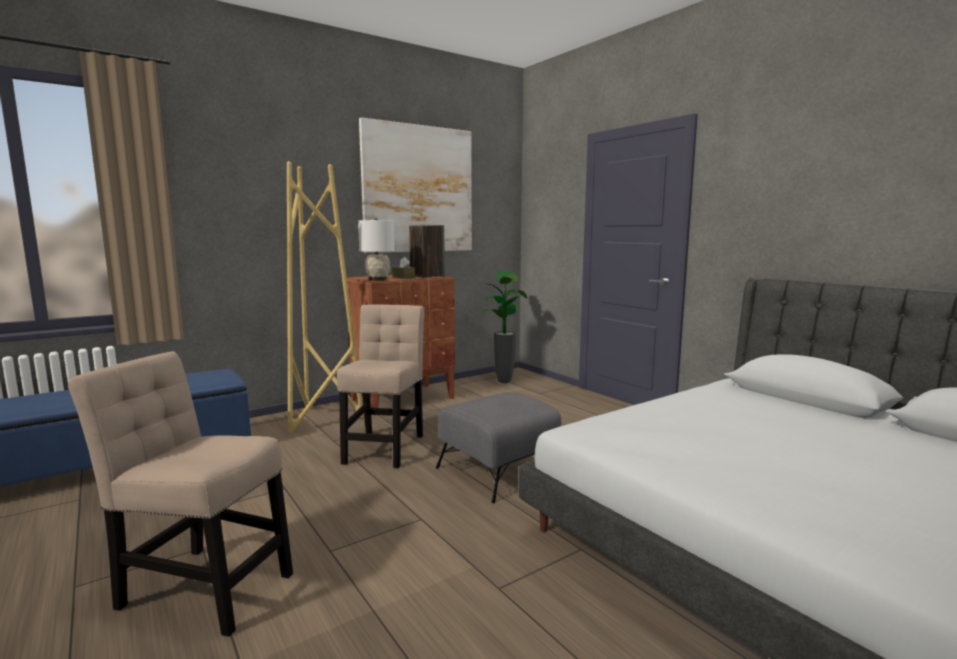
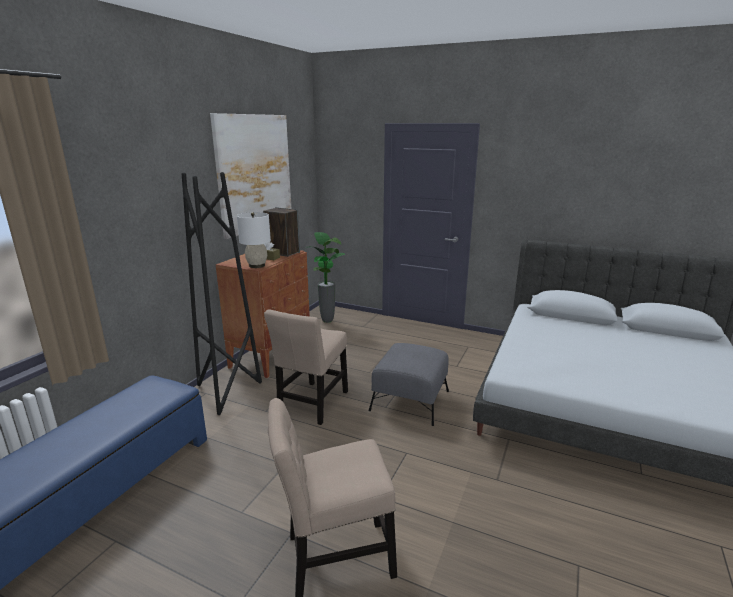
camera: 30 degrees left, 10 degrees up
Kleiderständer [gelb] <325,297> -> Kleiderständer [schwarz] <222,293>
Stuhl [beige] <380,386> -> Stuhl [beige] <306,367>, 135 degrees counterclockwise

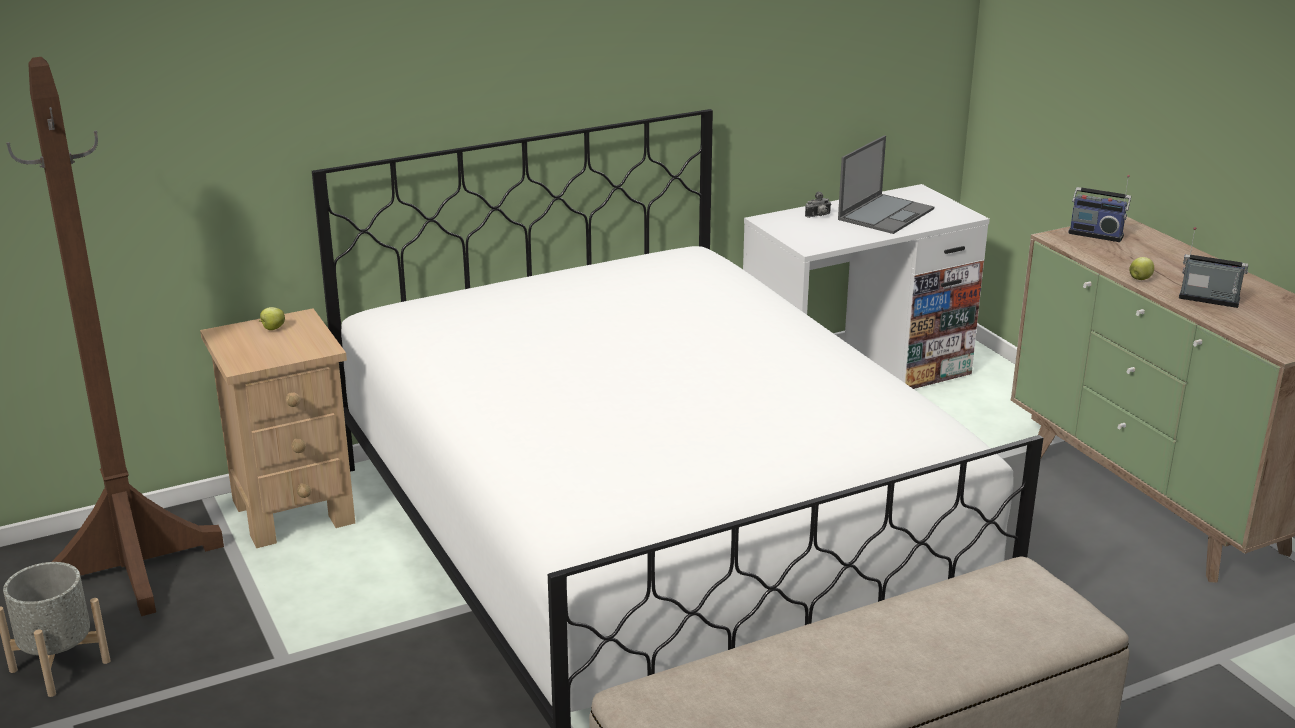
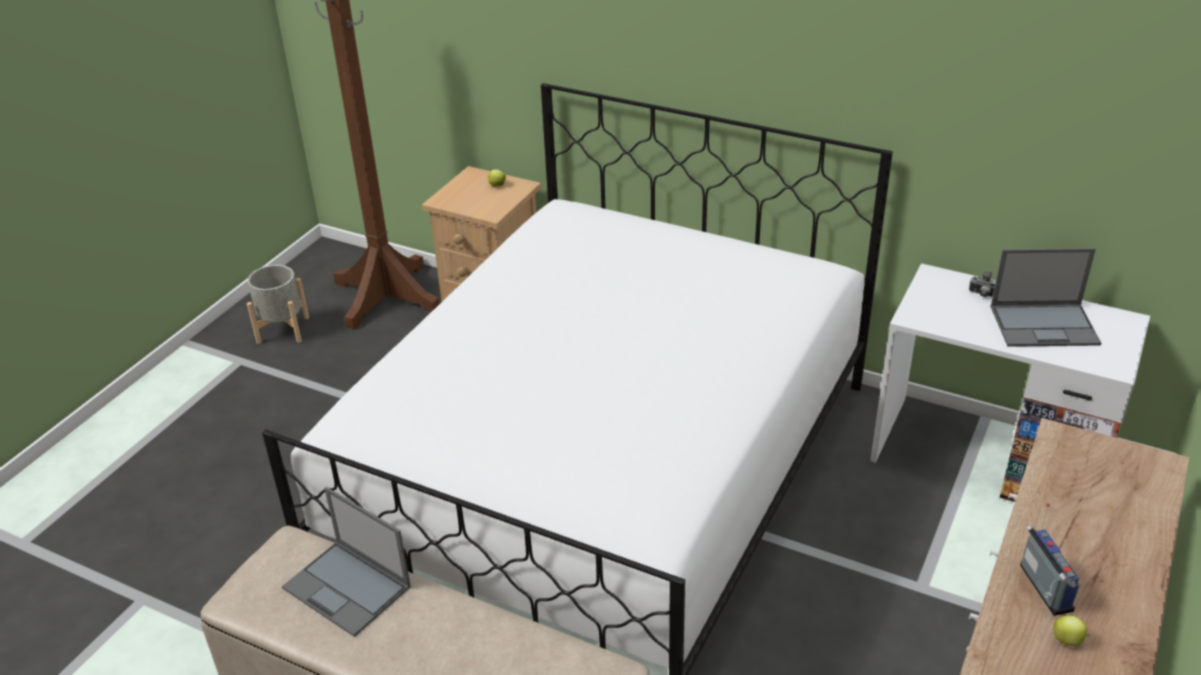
camera: 55 degrees right, 10 degrees up
none -> Laptop <346,562>
Apfel <1141,268> -> Apfel <1071,631>, moved
Radio <1100,208> -> none

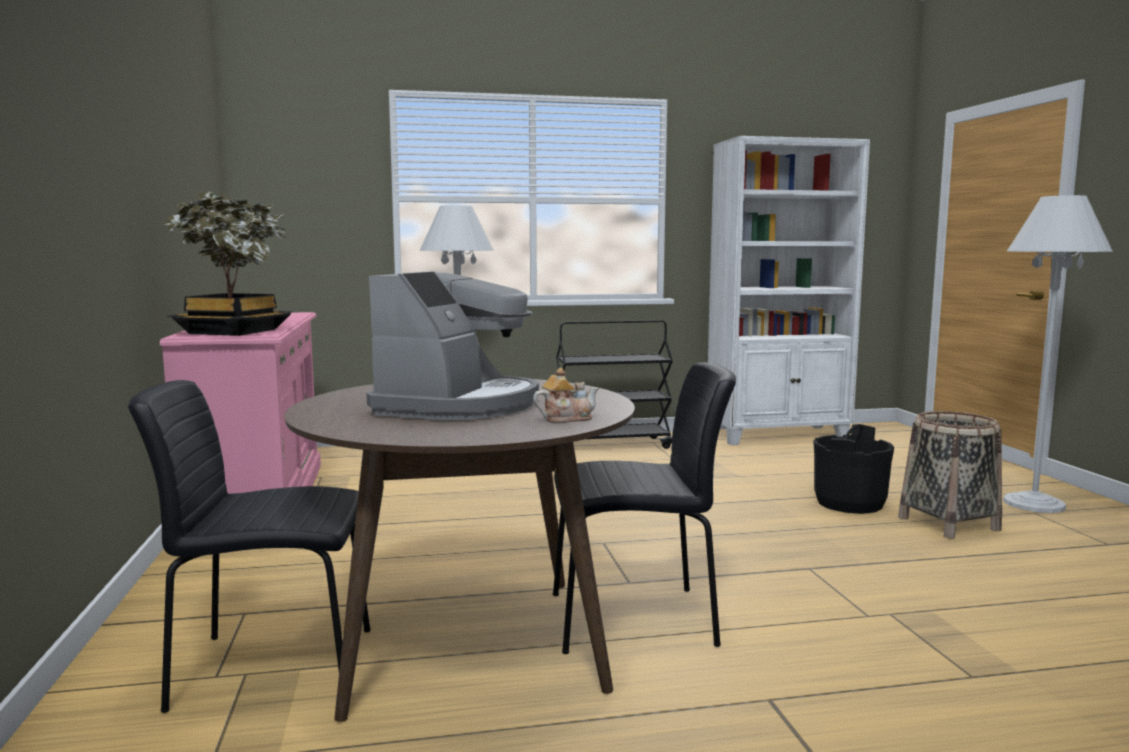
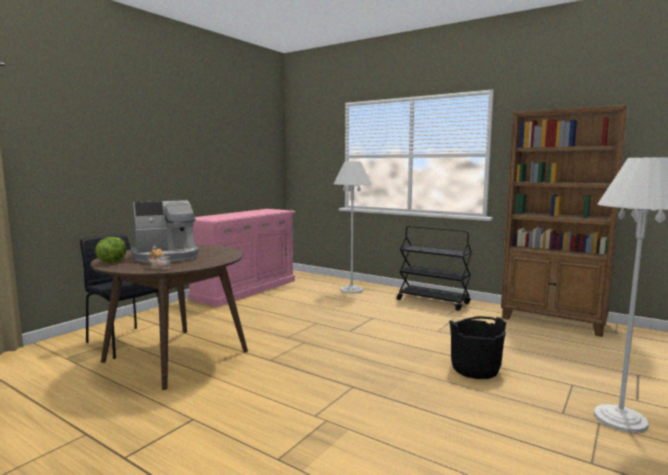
camera: 45 degrees right, 0 degrees up
none -> Salatkopf <110,250>
Bücherregal [weiß] <789,290> -> Bücherregal [braun] <565,221>
Topfpflanze <228,264> -> none
Stuhl [schwarz] <644,508> -> none
Korb <950,475> -> none

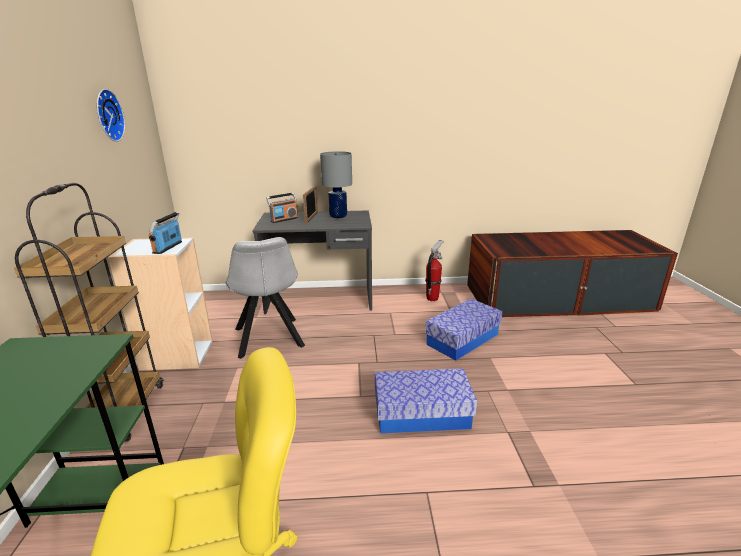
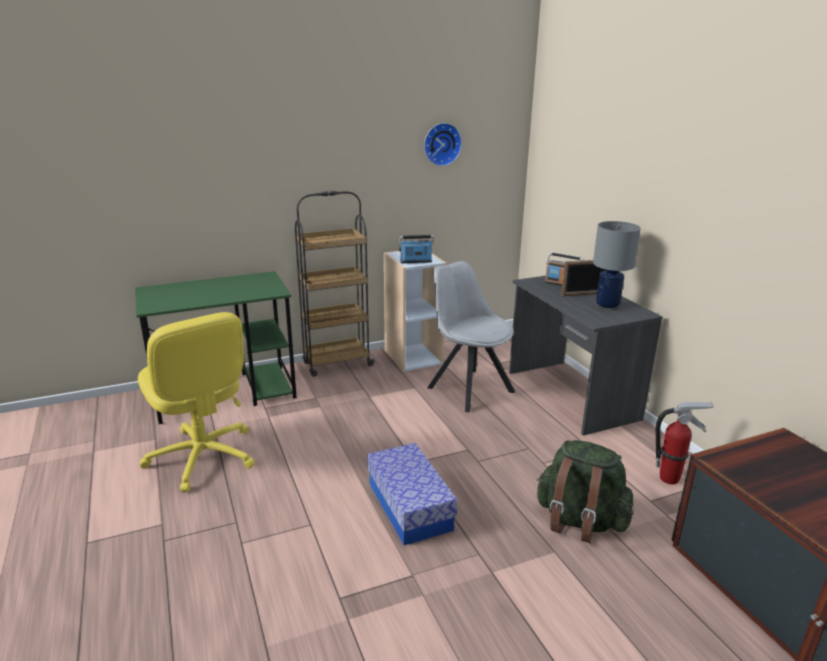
camera: 70 degrees right, 0 degrees up
Stuhl [grau] <265,298> -> Stuhl [grau] <471,336>, 90 degrees clockwise
Aufbewahrungsbox <463,330> -> Rucksack [grün] <585,491>

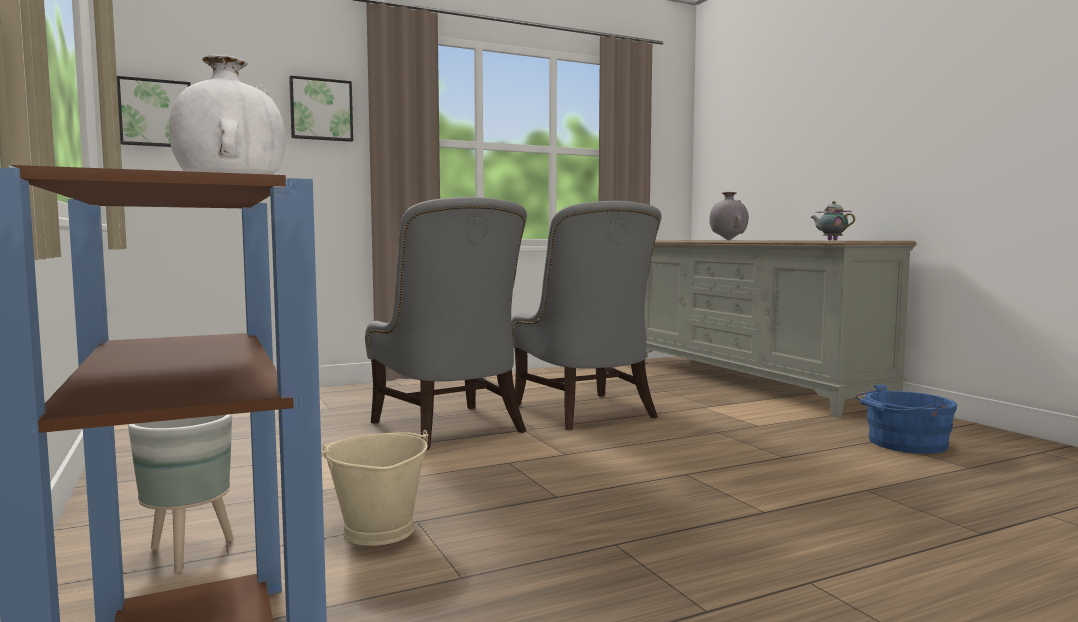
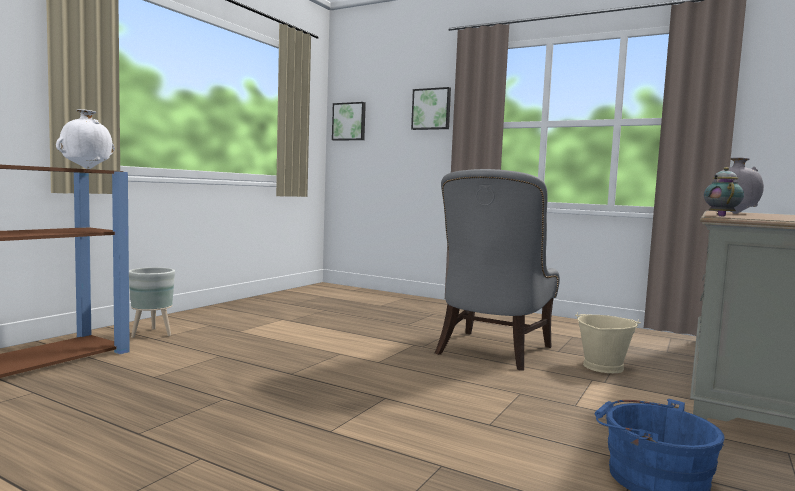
camera: 55 degrees right, 0 degrees up
Eimer [beige] <374,488> -> Eimer [beige] <608,343>, moved
Stuhl [grau] <446,323> -> none

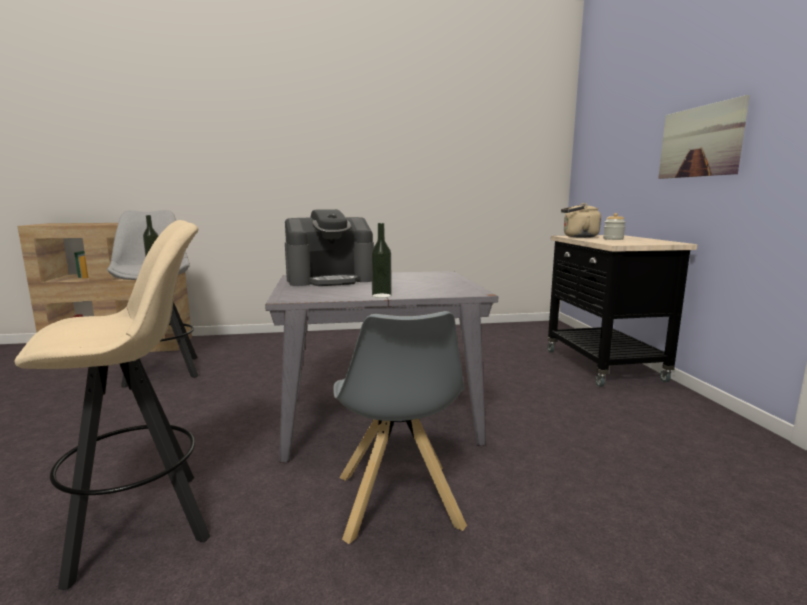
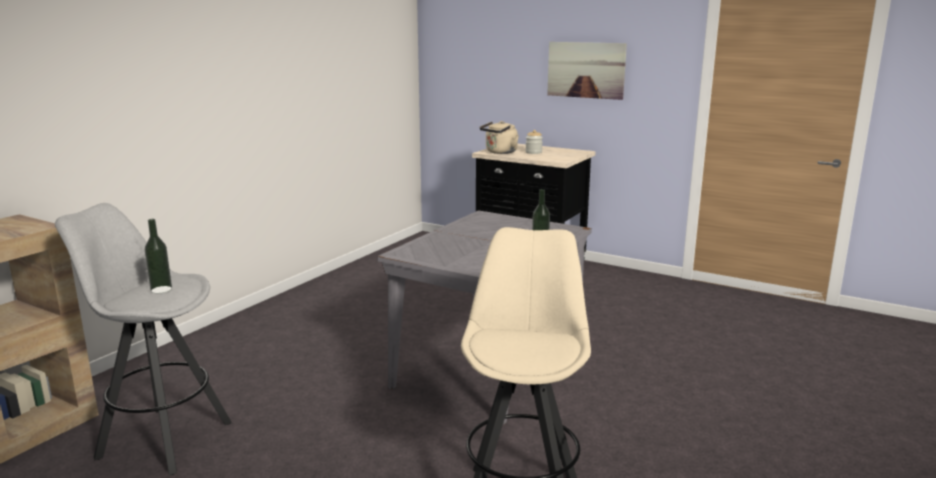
camera: 50 degrees left, 5 degrees up
Kaffeemaschine <329,247> -> none
Stuhl [grau] <400,427> -> none

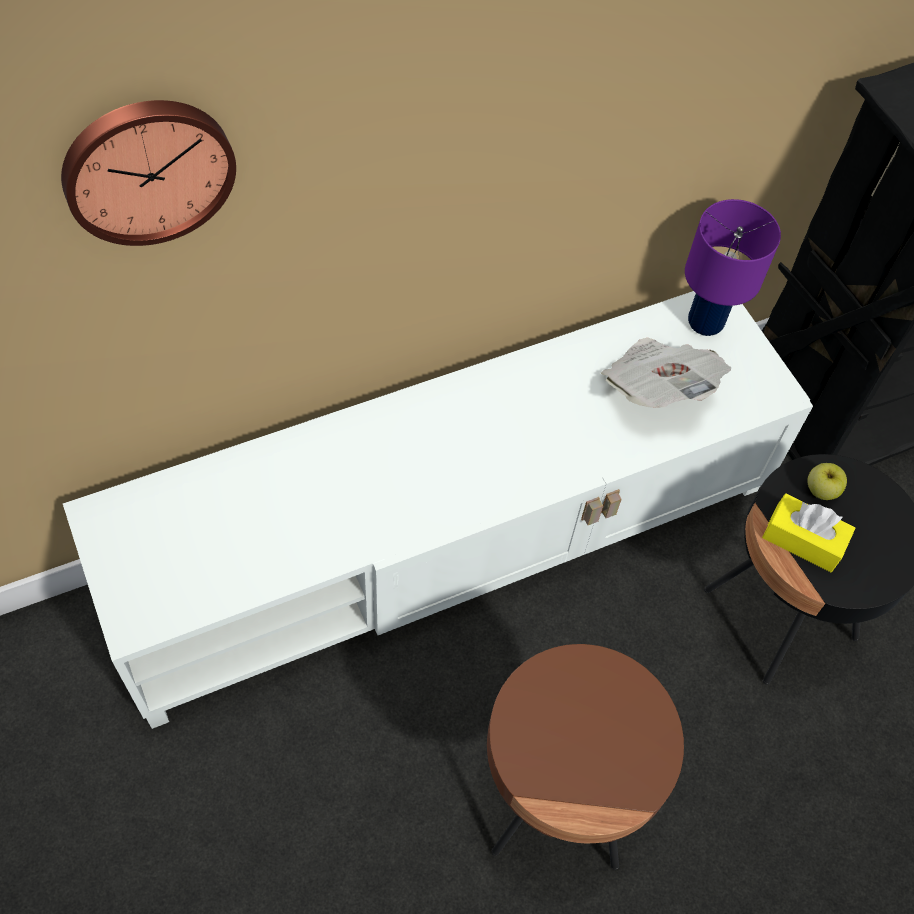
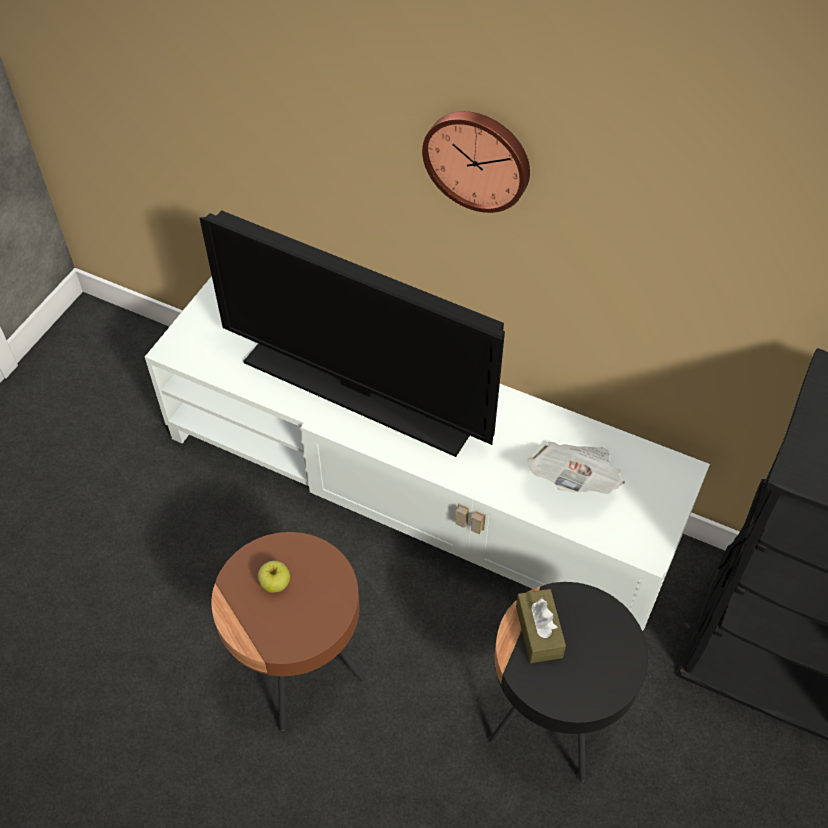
camera: 55 degrees right, 5 degrees down
none -> Fernseher <352,333>
Apfel <827,481> -> Apfel <274,577>, moved
Wanduhr <148,173> -> Wanduhr <476,162>, moved
Taschentuchbox [gelb] <808,533> -> Taschentuchbox [braun] <541,626>
Tischlampe [lila] <733,267> -> none

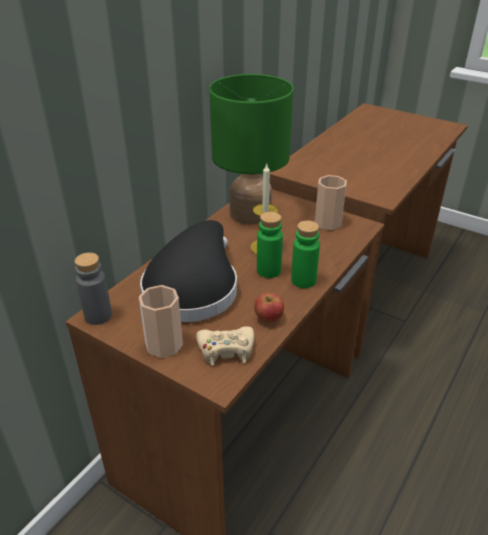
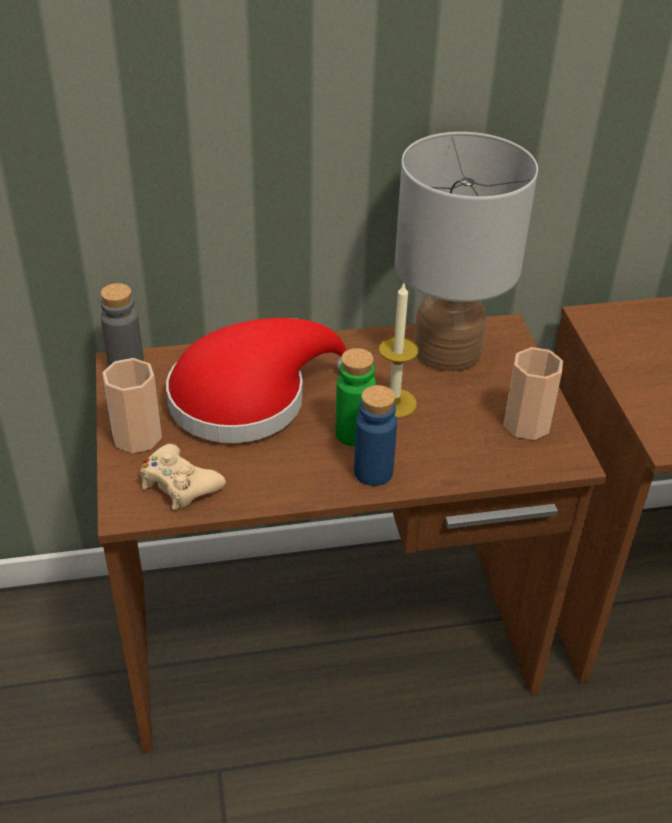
camera: 45 degrees right, 5 degrees up
Hut [schwarz] <188,271> -> Hut [rot] <256,380>
Flasche [grün] <305,254> -> Flasche [blau] <375,435>
Tischlampe [grün] <251,149> -> Tischlampe [grau] <466,251>
Apfel <269,307> -> none

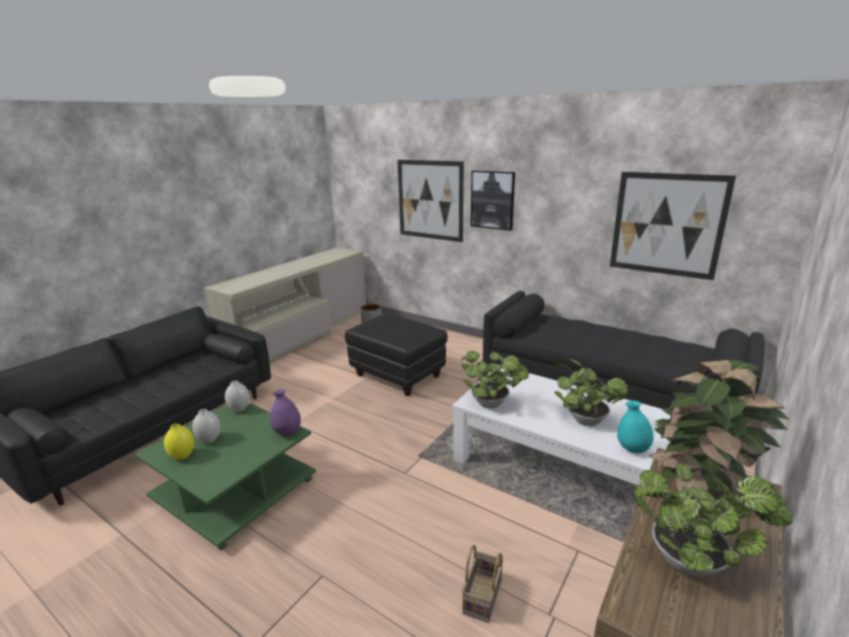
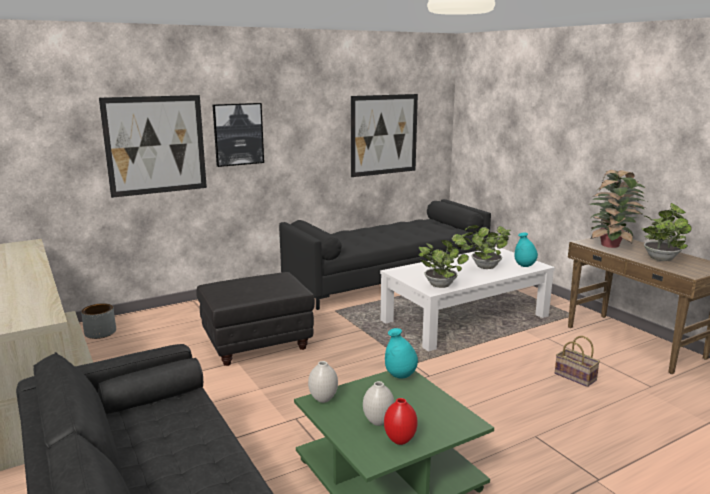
camera: 65 degrees left, 5 degrees down
Vase [gelb] <179,442> -> Vase [rot] <401,421>
Vase [lila] <285,412> -> Vase [türkis] <401,353>

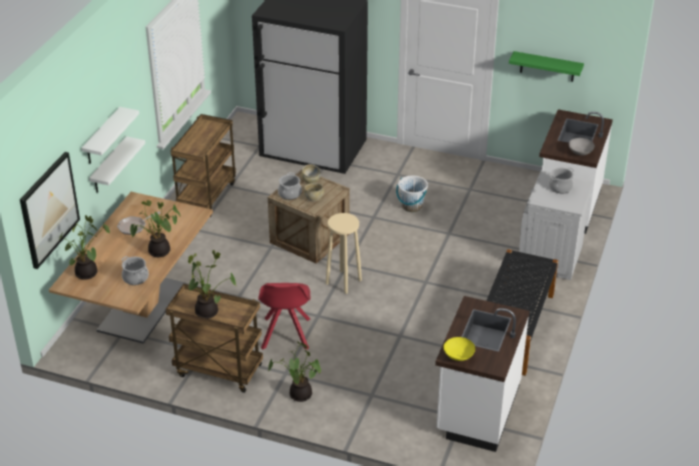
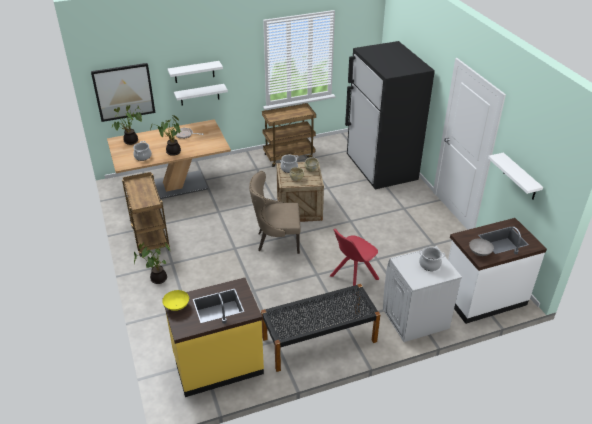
camera: 50 degrees right, 0 degrees up
Küchenzeile [weiß] <482,374> -> Küchenzeile [gelb] <213,337>
Hocker [beige] <344,253> -> Stuhl [beige] <275,212>
Stuhl [rot] <284,316> -> Stuhl [rot] <354,257>, moved
Wandregal [grün] <546,66> -> Wandregal [weiß] <515,176>
Topfpflanze <211,284> -> none
Eimer [weiß] <412,194> -> none

